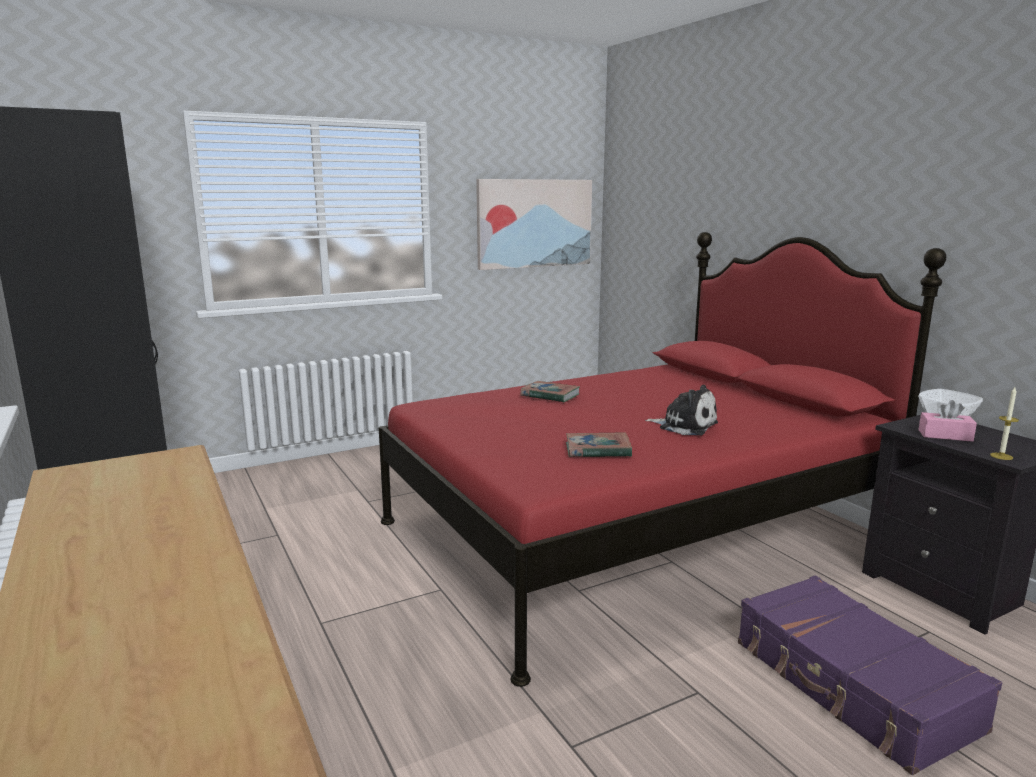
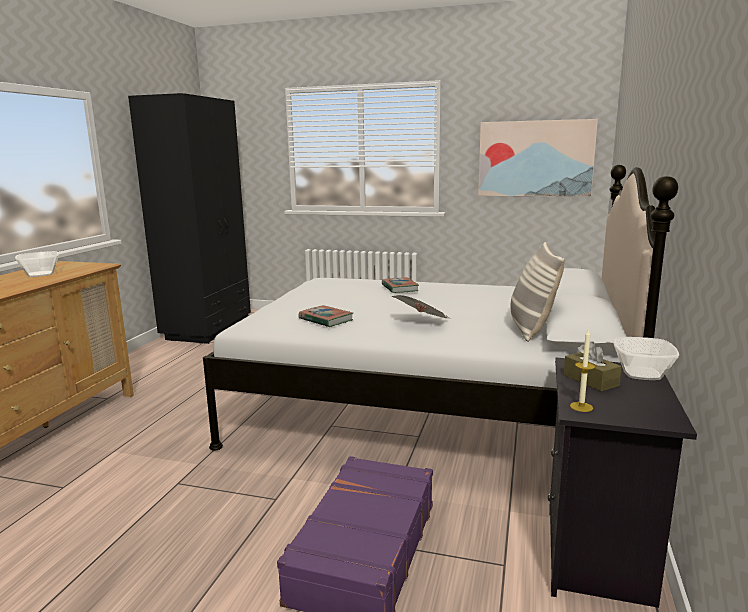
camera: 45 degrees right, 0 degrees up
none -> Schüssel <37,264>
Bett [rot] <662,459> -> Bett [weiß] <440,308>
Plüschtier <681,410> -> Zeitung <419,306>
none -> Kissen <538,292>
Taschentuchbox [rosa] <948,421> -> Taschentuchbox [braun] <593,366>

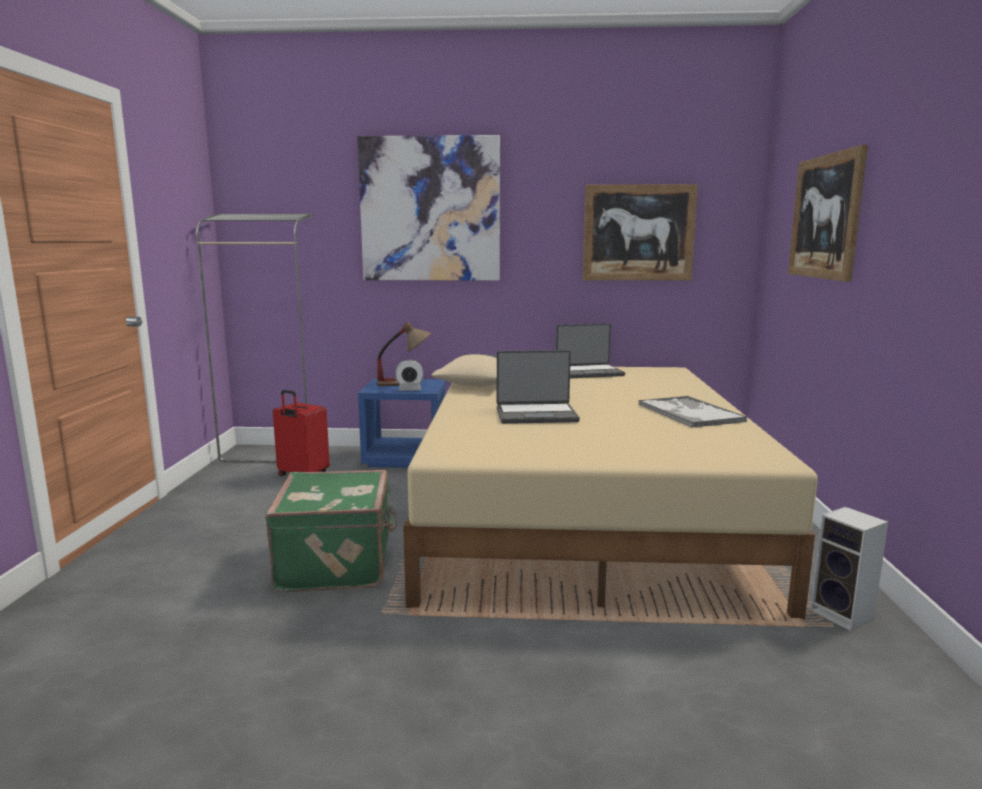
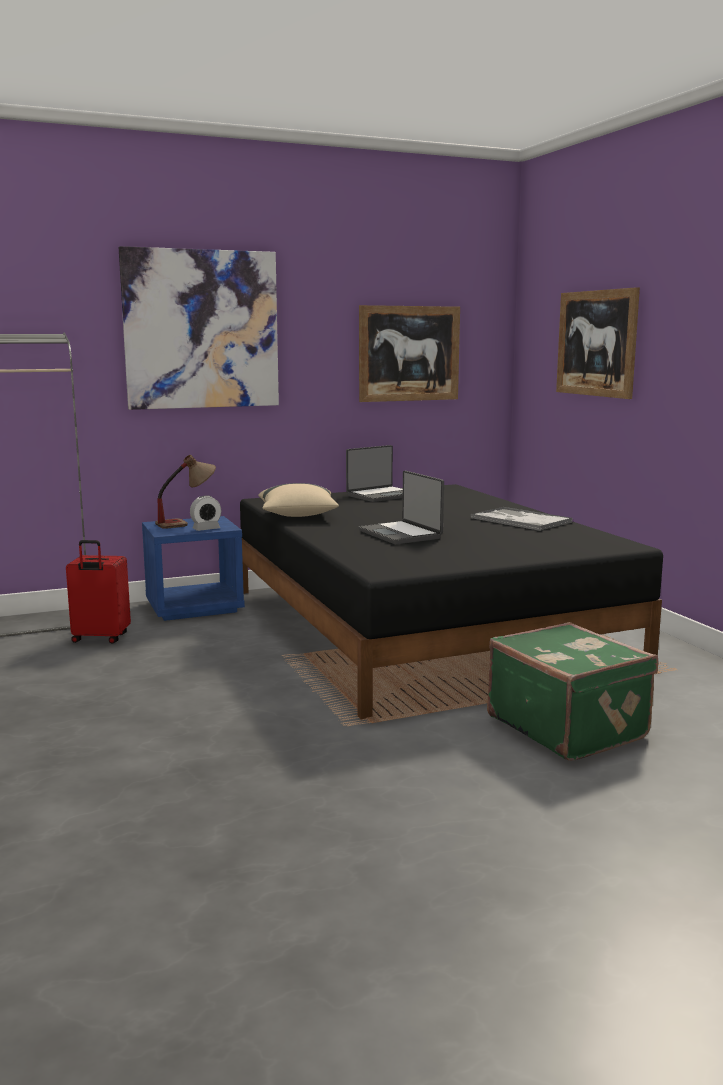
camera: 25 degrees left, 0 degrees up
Bett [beige] <610,493> -> Bett [schwarz] <451,601>
Laptop <538,387> -> Laptop <401,507>, 90 degrees clockwise
Koffer [grün] <331,531> -> Koffer [grün] <572,691>, moved
Lautsprecher <849,569> -> none

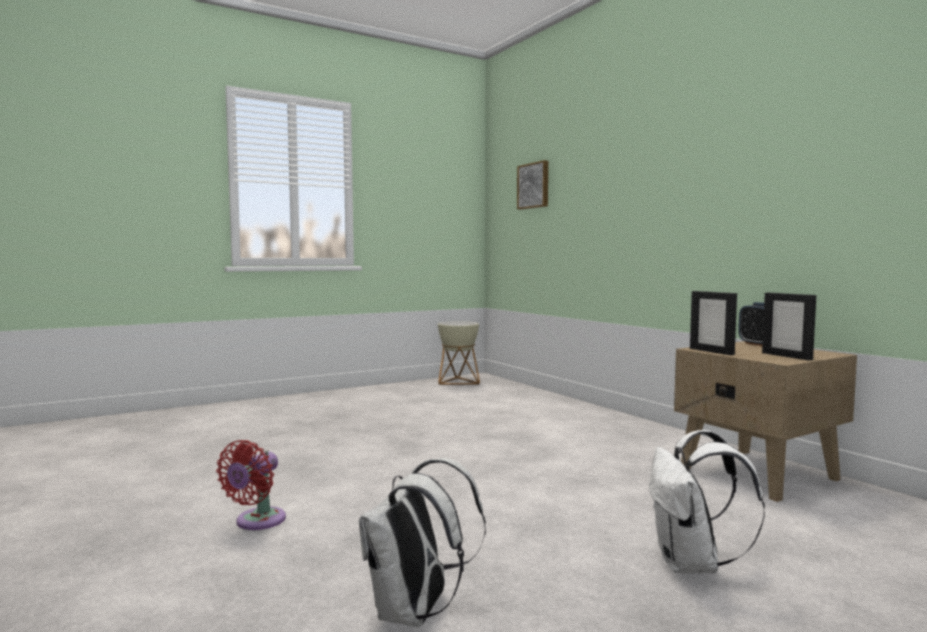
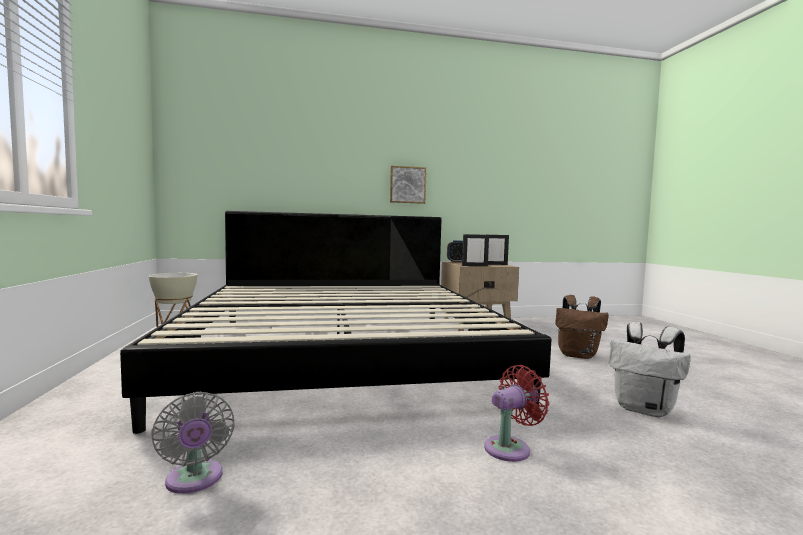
camera: 70 degrees left, 0 degrees up
none -> Bett <335,322>
none -> Ventilator [grau] <193,443>
Bild <532,185> -> Bild <408,185>, moved
Ventilator [rot] <251,485> -> Ventilator [rot] <517,413>, 75 degrees counterclockwise
Rucksack [weiß] <707,502> -> Rucksack [braun] <582,327>

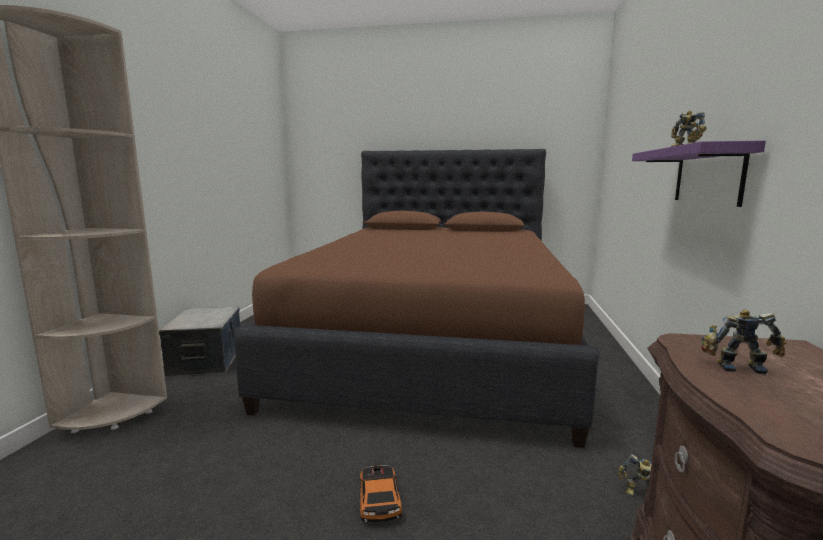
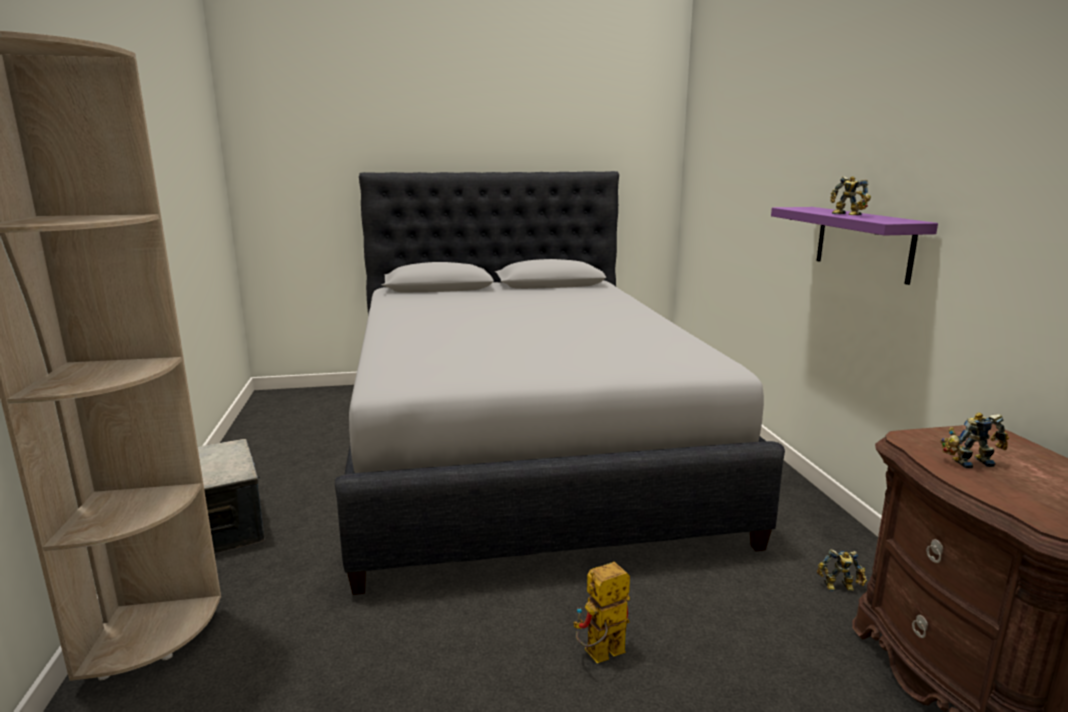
camera: 20 degrees left, 5 degrees up
Bett [braun] <417,298> -> Bett [grau] <560,383>
Spielzeugauto <380,493> -> Spielzeugroboter <602,612>

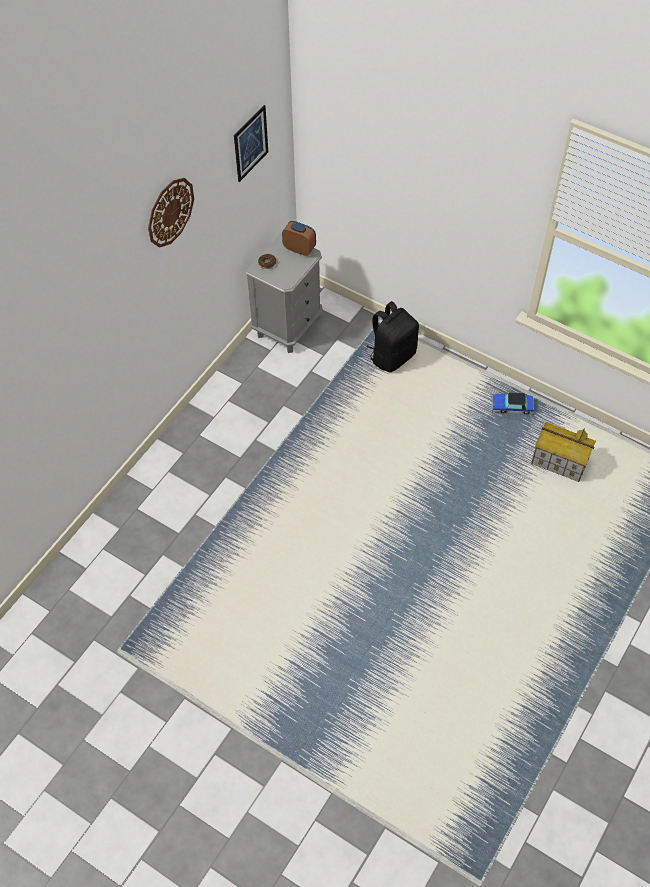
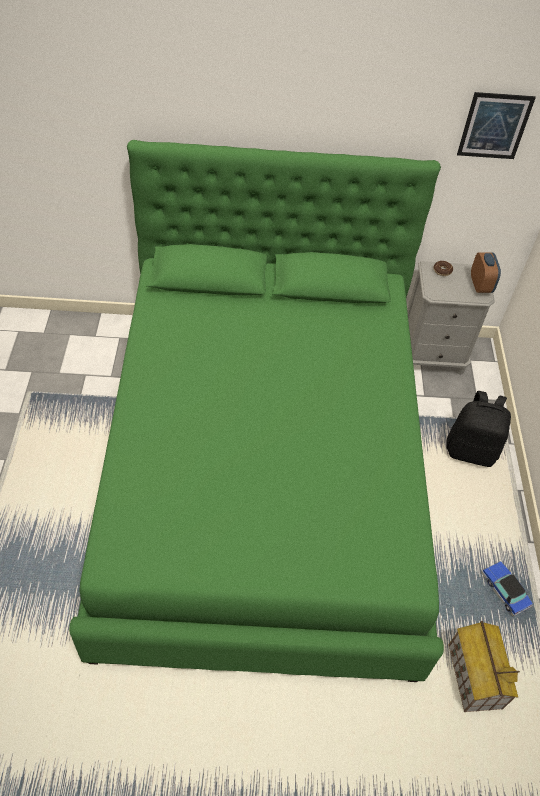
camera: 55 degrees right, 5 degrees down
none -> Bett [grün] <256,411>
Wanduhr <171,213> -> none

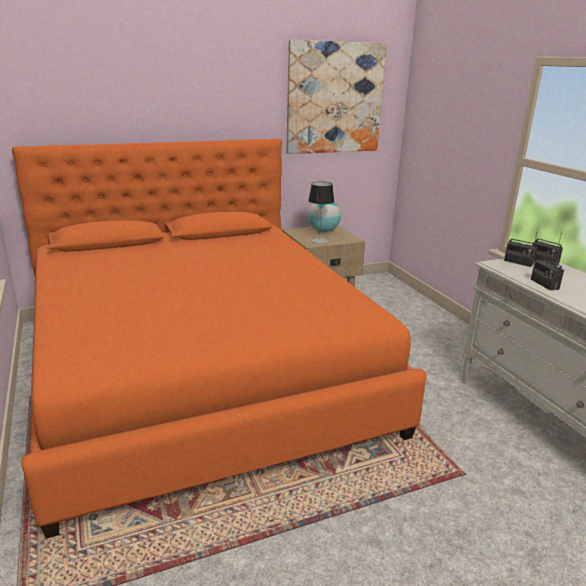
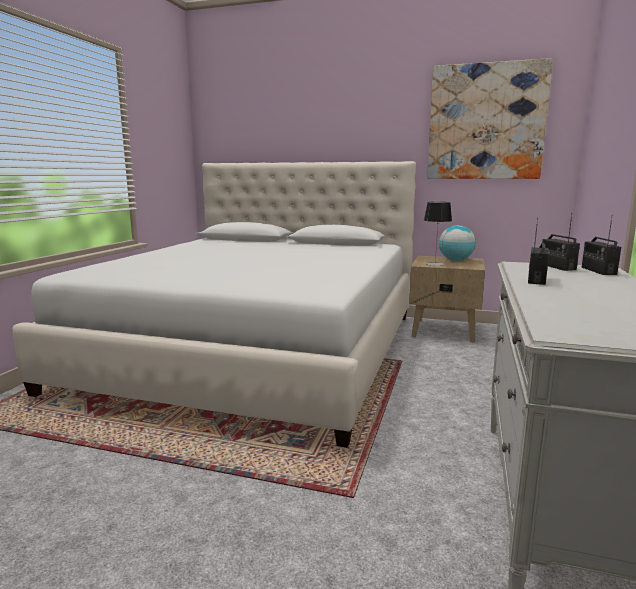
camera: 40 degrees right, 10 degrees down
Bett [orange] <219,339> -> Bett [weiß] <214,304>

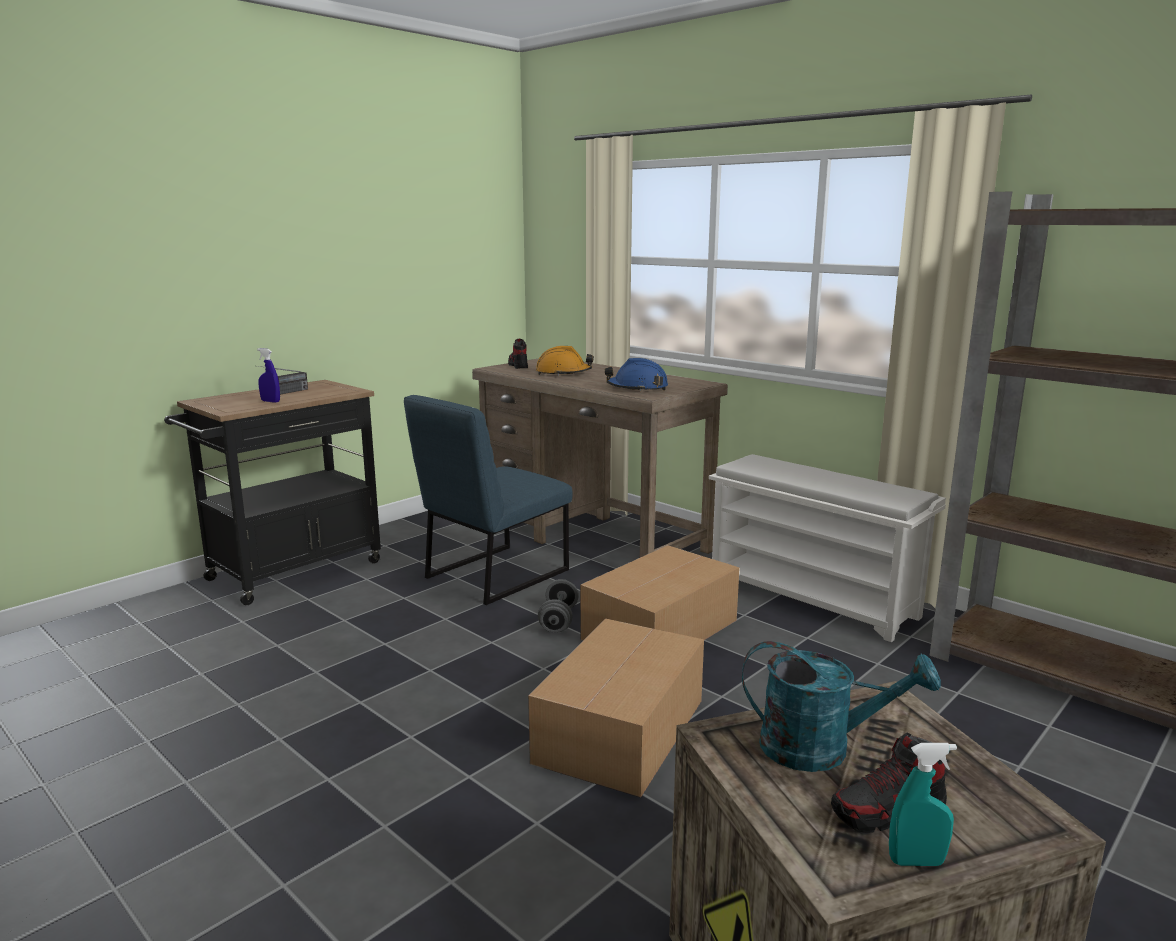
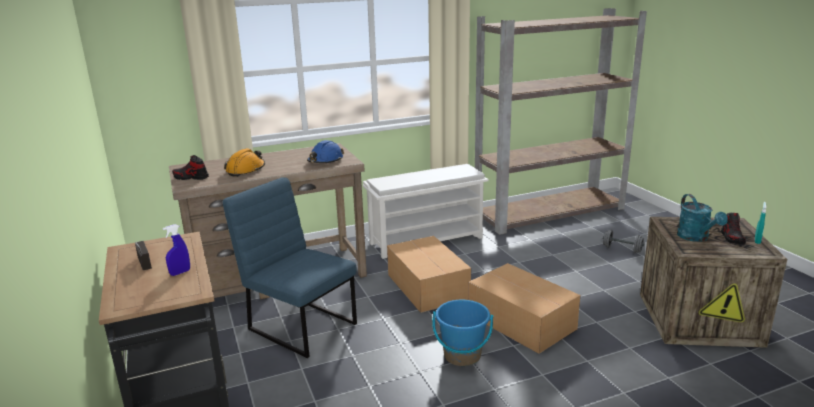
camera: 65 degrees left, 5 degrees up
Stuhl [blau] <488,500> -> Stuhl [blau] <290,267>, 150 degrees clockwise
none -> Eimer [blau] <462,333>
Hantel [grau] <558,606> -> Hantel [grau] <623,241>, moved
Gießkanne [türkis] <841,706> -> Gießkanne [türkis] <702,218>, 135 degrees clockwise

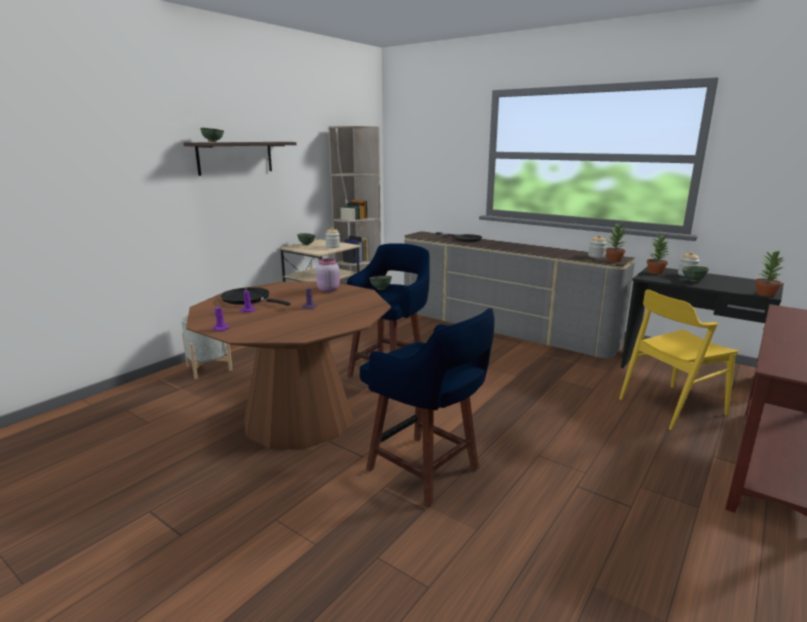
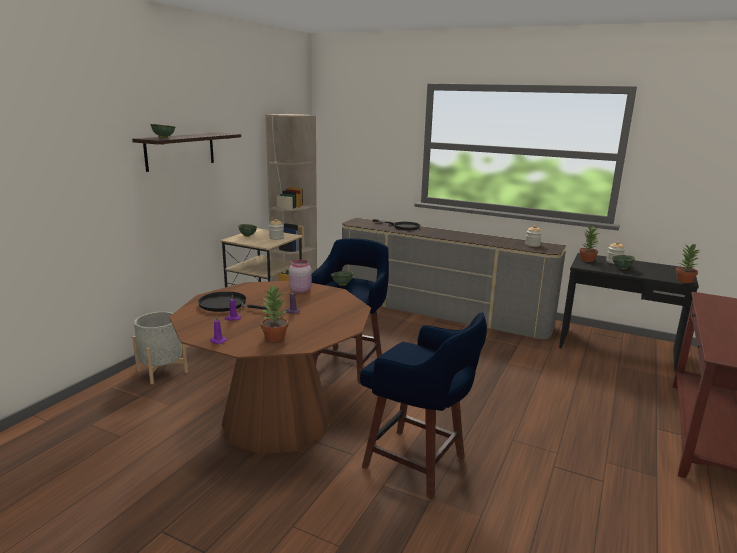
camera: 10 degrees left, 0 degrees up
Topfpflanze <617,242> -> Topfpflanze <274,313>, moved
Stuhl [gelb] <679,360> -> none

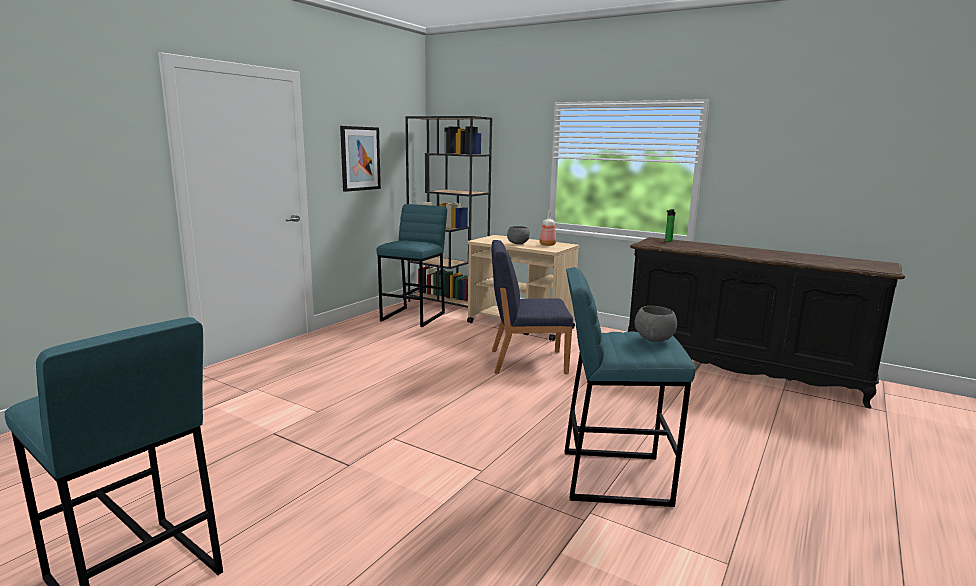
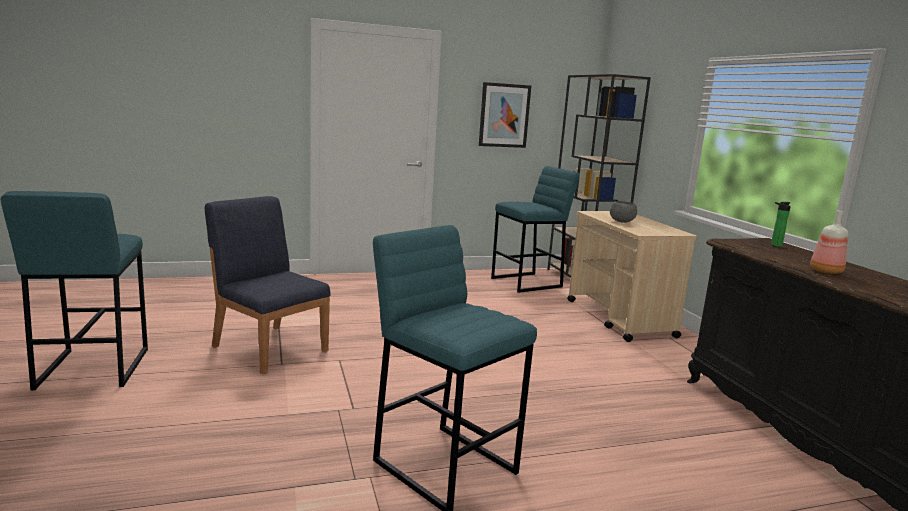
camera: 40 degrees right, 0 degrees up
Stuhl [blau] <532,307> -> Stuhl [blau] <268,285>, moved
Flasche <547,228> -> Flasche <829,242>, moved
Schüssel [grau] <655,324> -> none

